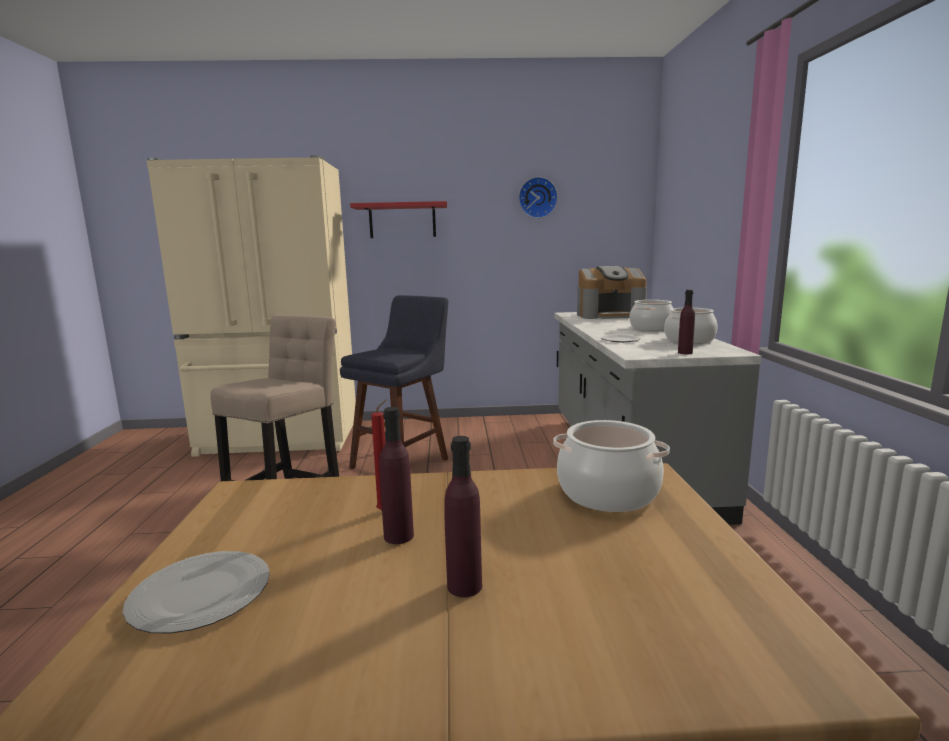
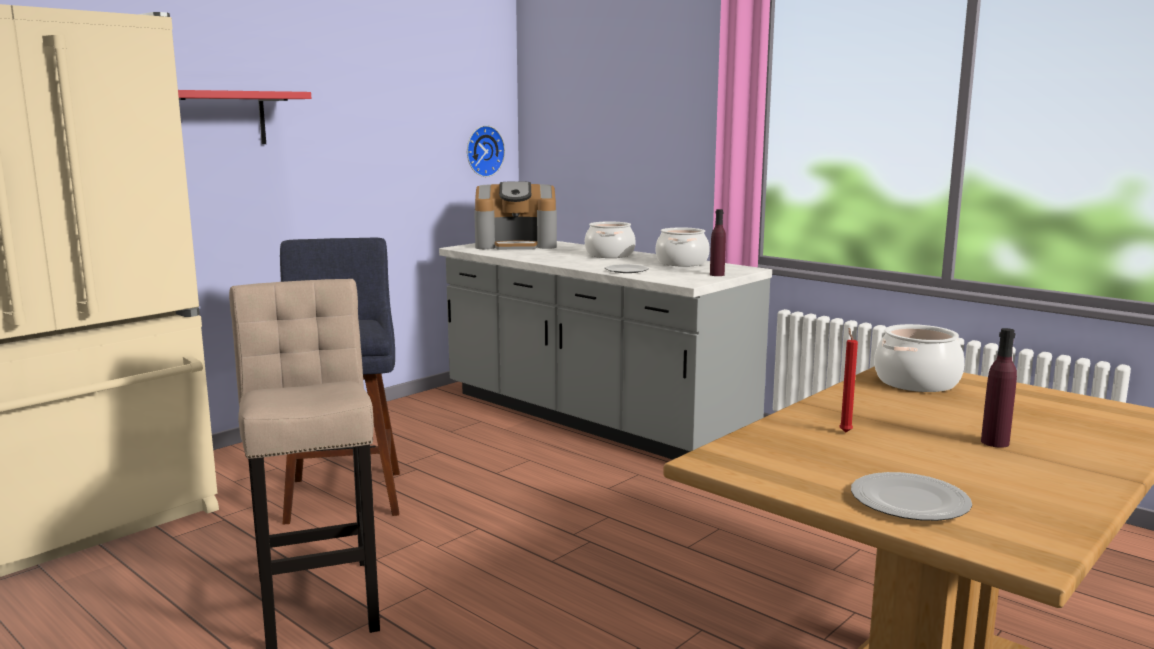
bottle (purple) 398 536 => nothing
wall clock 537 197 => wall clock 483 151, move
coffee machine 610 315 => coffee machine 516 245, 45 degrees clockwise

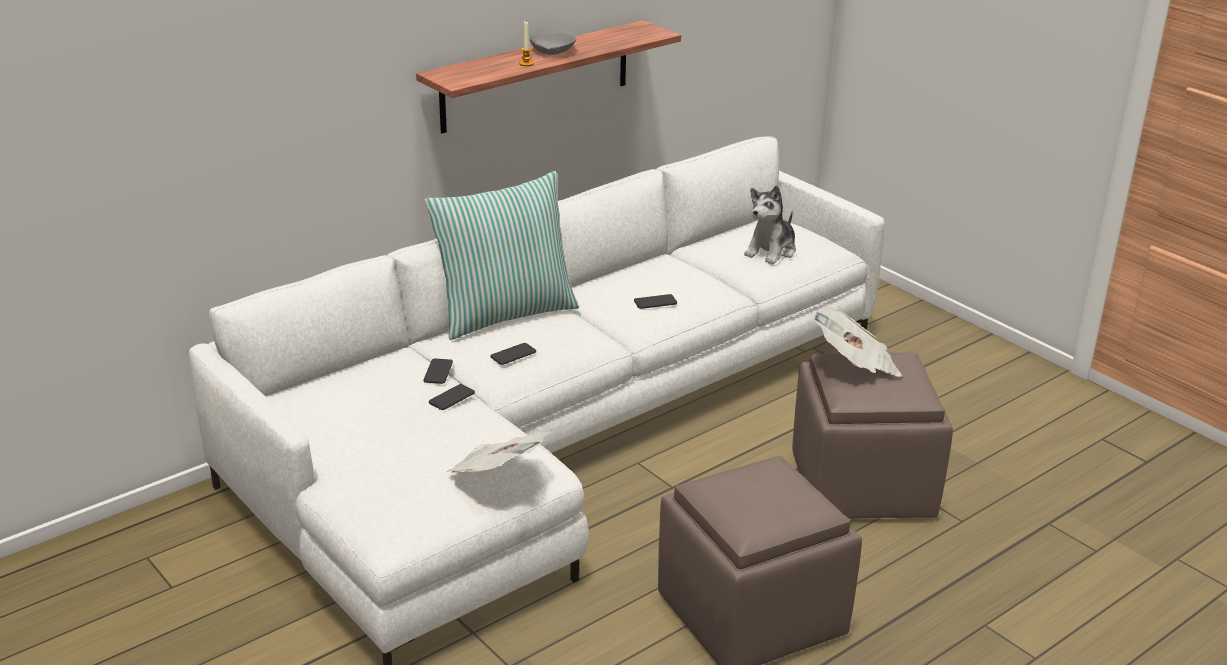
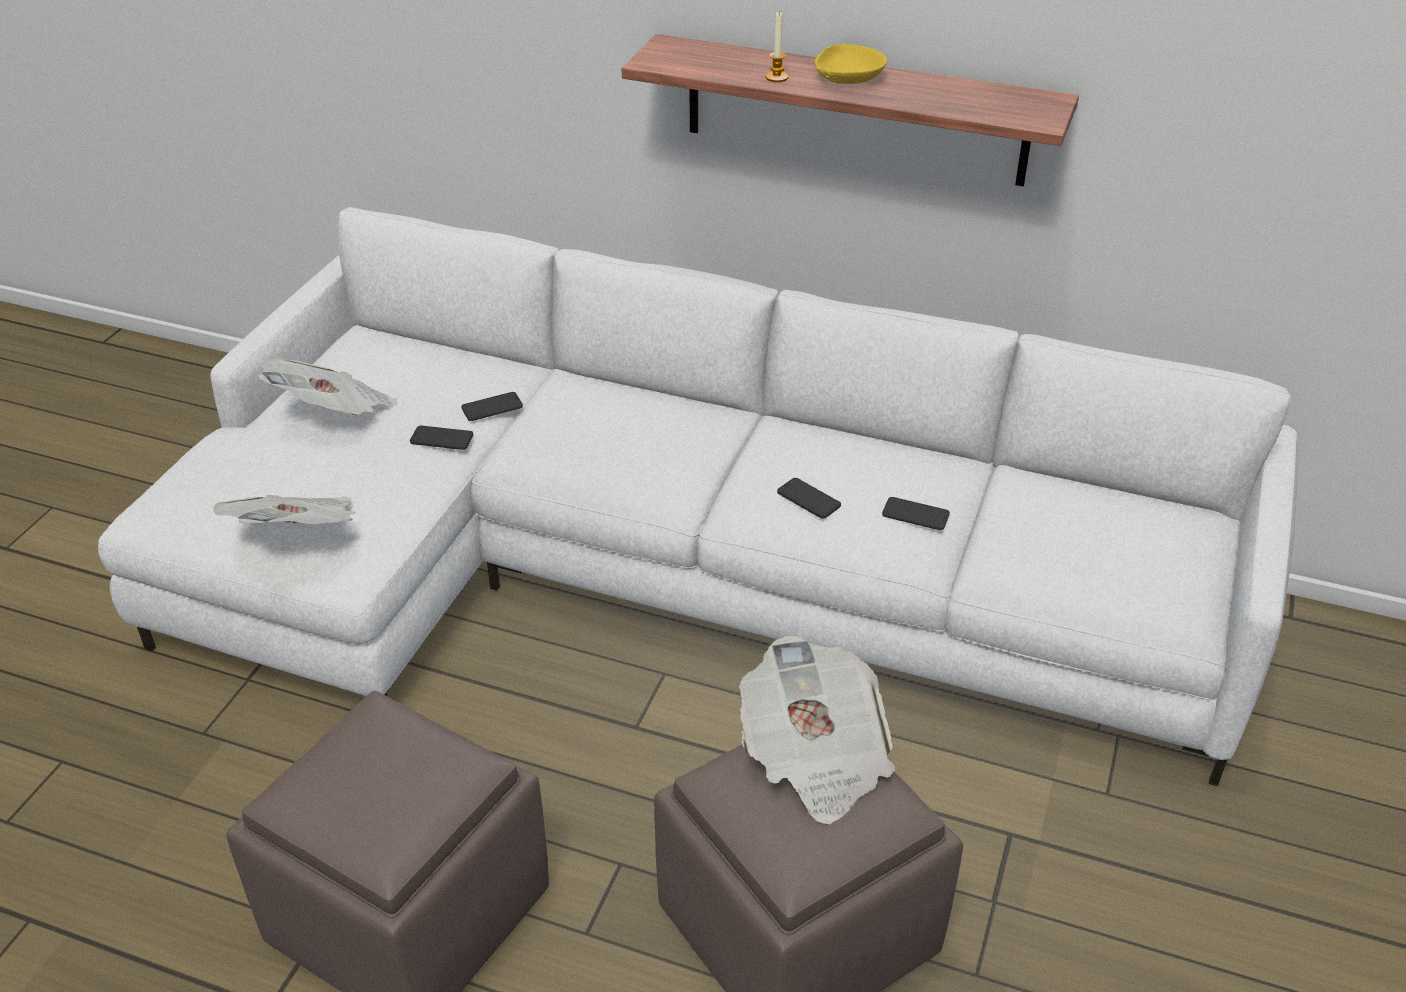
pillow 504 313 => nothing
plush toy 771 251 => nothing
nothing => newspaper 334 414
phone 513 354 => phone 915 514, move
bowl (grey) 552 51 => bowl (yellow) 848 78

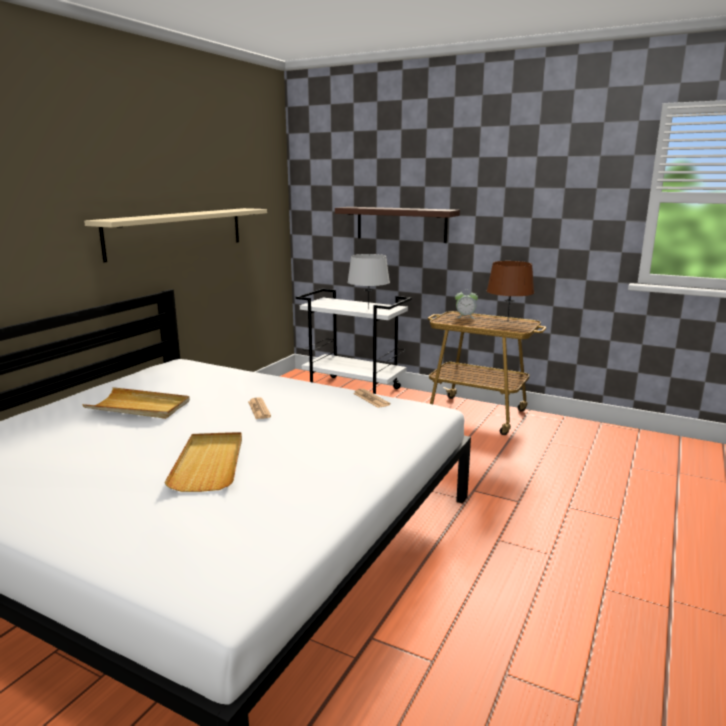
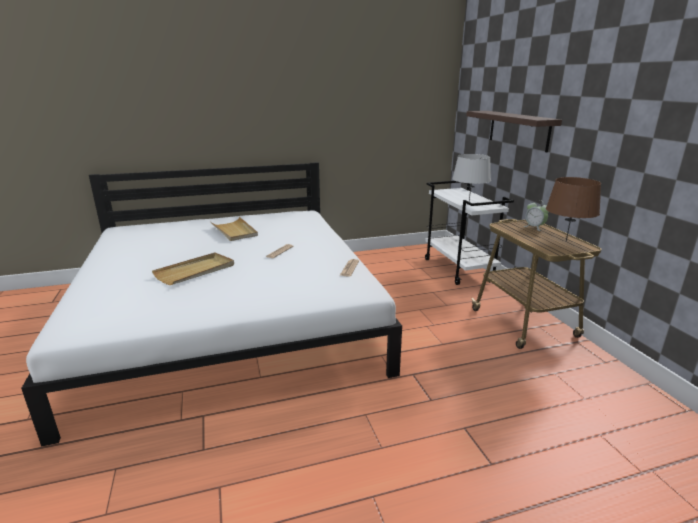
shelf (beige) 177 232 => nothing

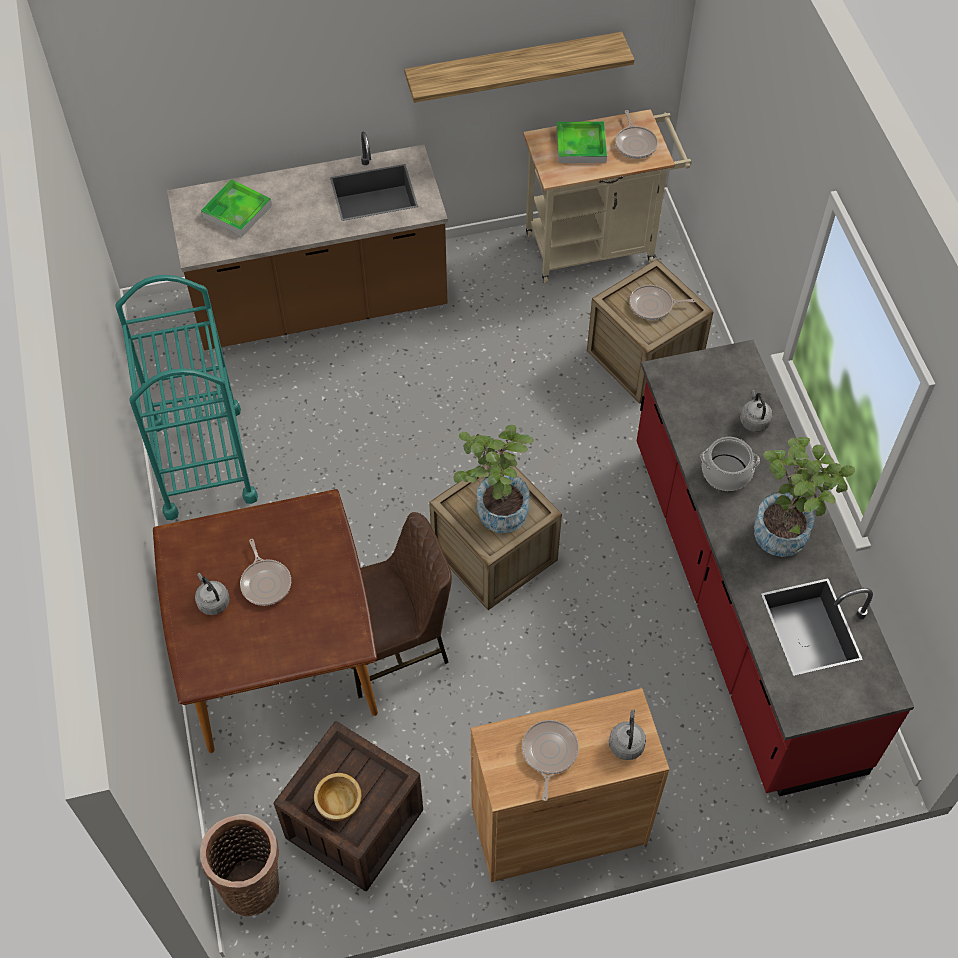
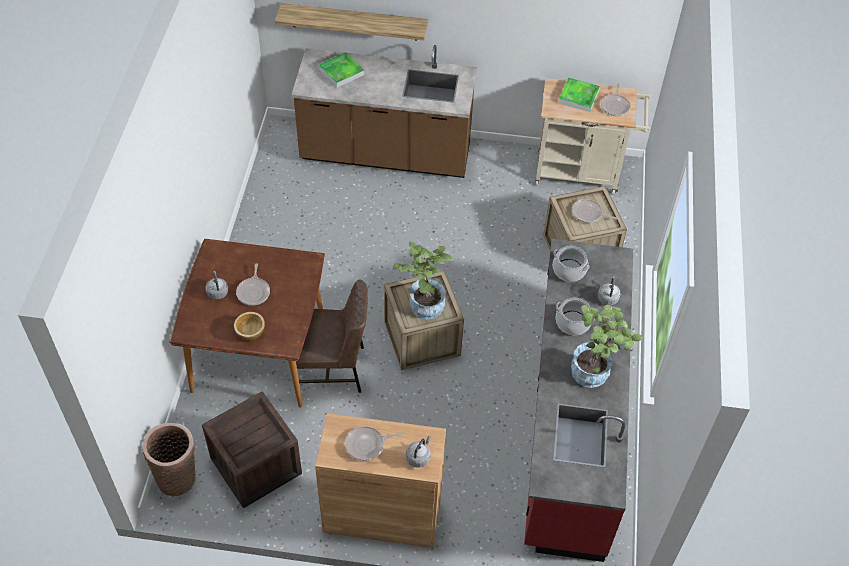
cart (turquoise) 203 461 => nothing
nothing => cooking pot 569 270
bowl 339 803 => bowl 250 332, move
shelf 513 66 => shelf 354 22, move
frying pan 549 753 => frying pan 367 445, 135 degrees counterclockwise

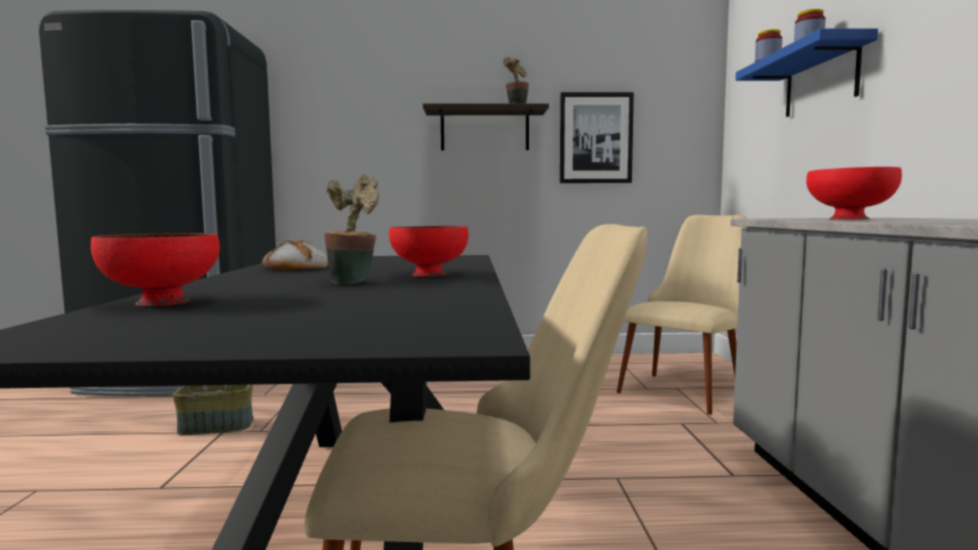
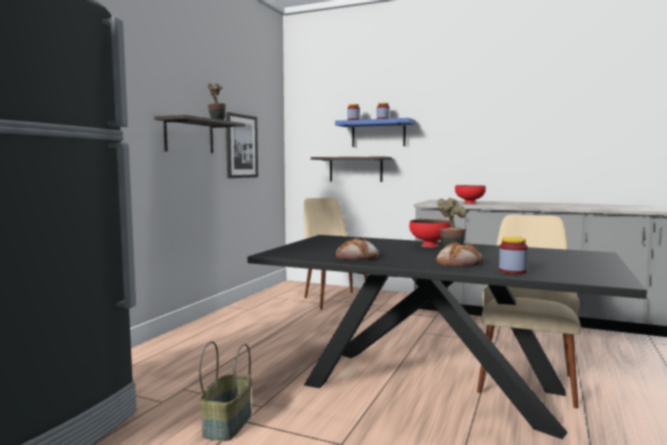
nothing => shelf 355 169
nothing => bread 459 262
bowl (red) 161 302 => jar 512 271

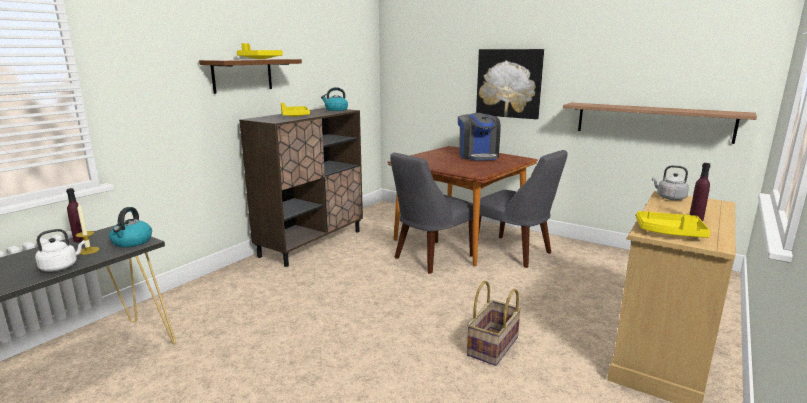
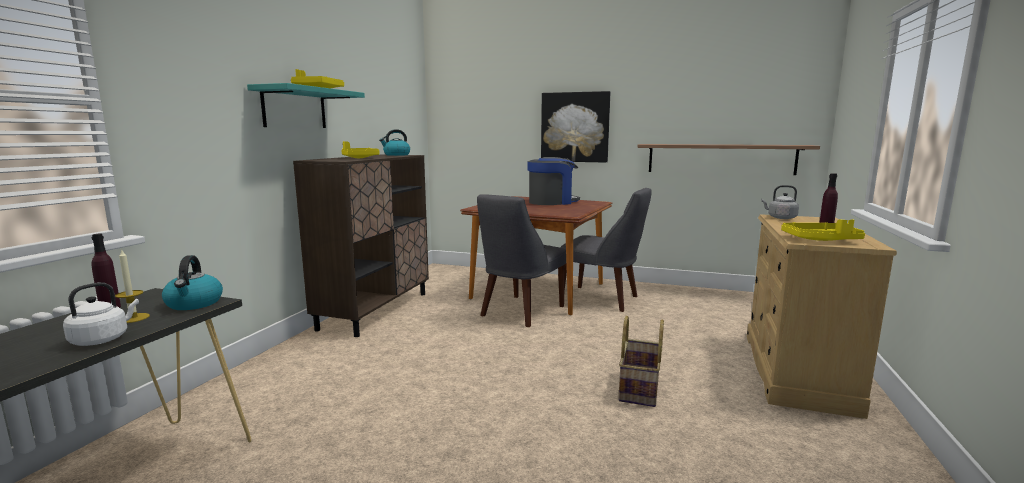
shelf (brown) 242 75 => shelf (turquoise) 294 108
coffee machine 478 156 => coffee machine 552 202, 90 degrees counterclockwise

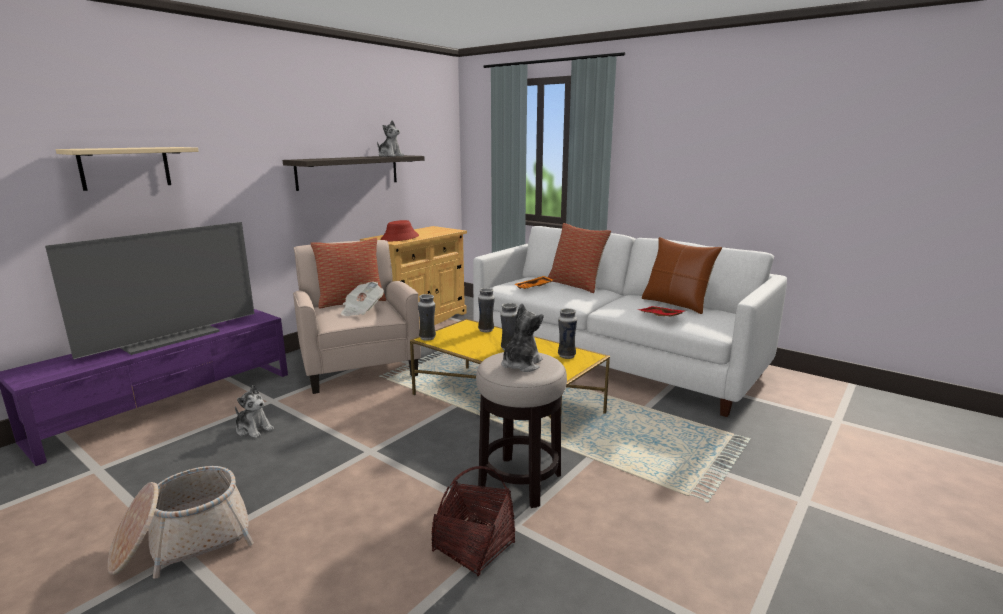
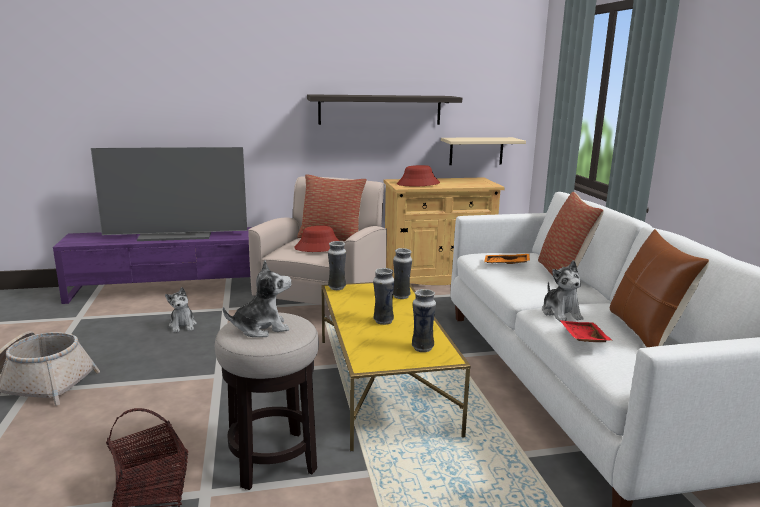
shelf (beige) 125 168 => shelf (beige) 476 151, move
plush toy 390 156 => plush toy 561 313, move
newspaper 361 310 => hat (red) 318 247

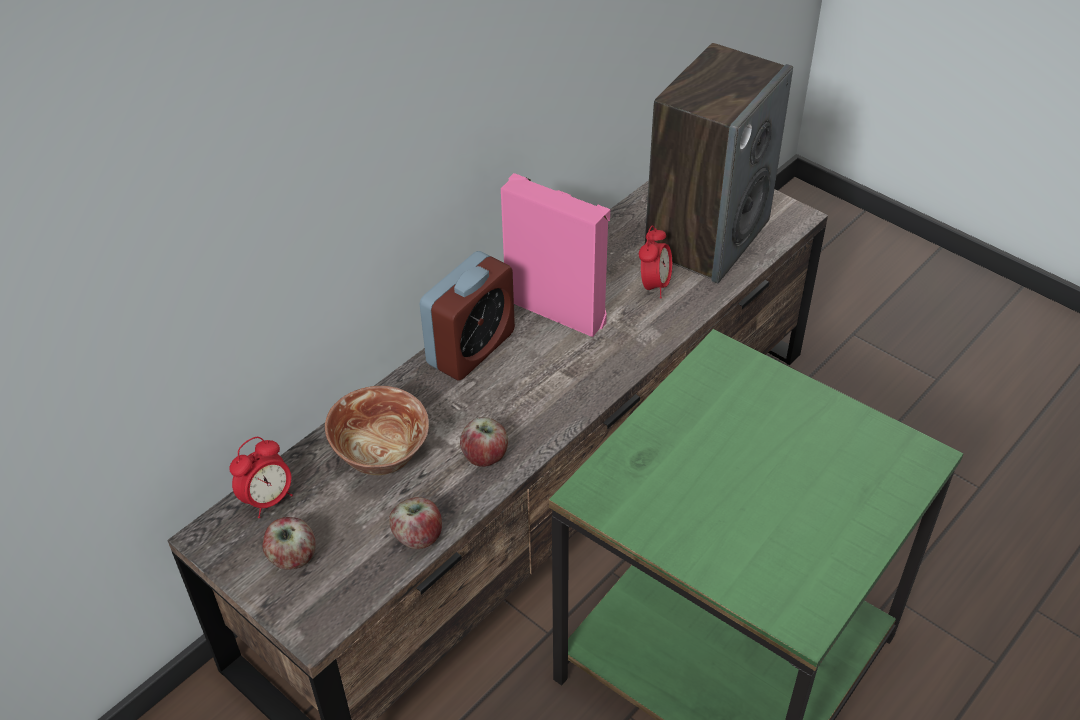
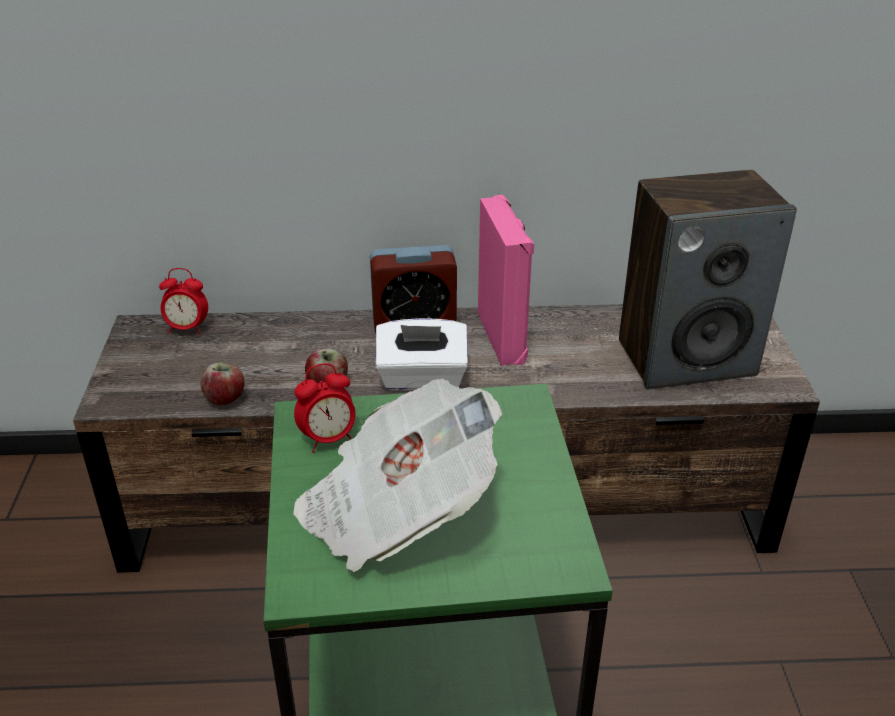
apple 292 558 => nothing
bowl 382 457 => nothing
nothing => newspaper 396 510
nothing => tissue box (white) 422 378
alarm clock 654 285 => alarm clock 328 439, move

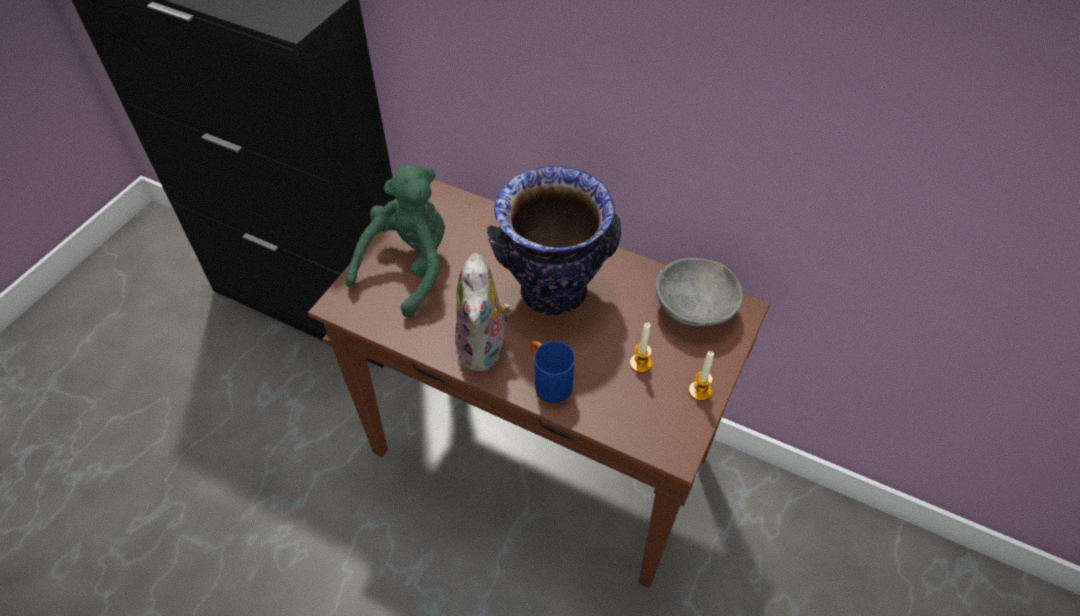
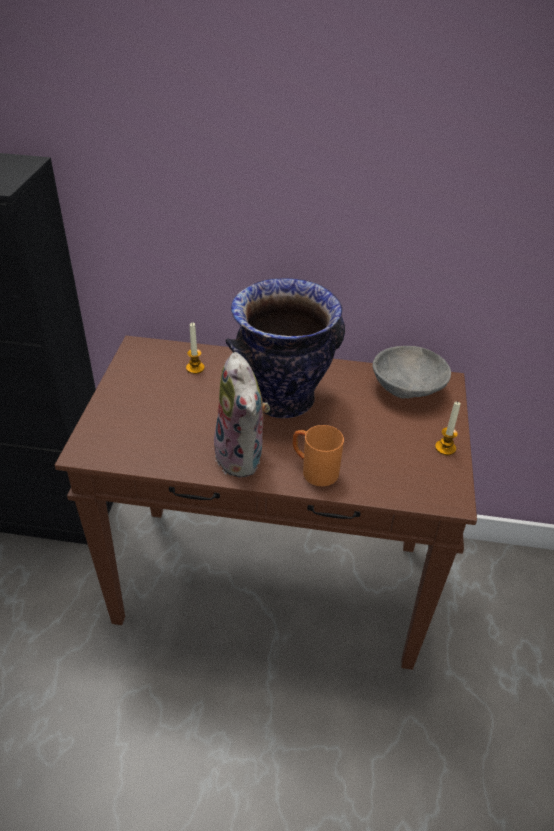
plush toy (green) 409 267 => nothing
candle 640 363 => candle 195 368, move
mug (blue) 548 382 => mug (orange) 314 470

